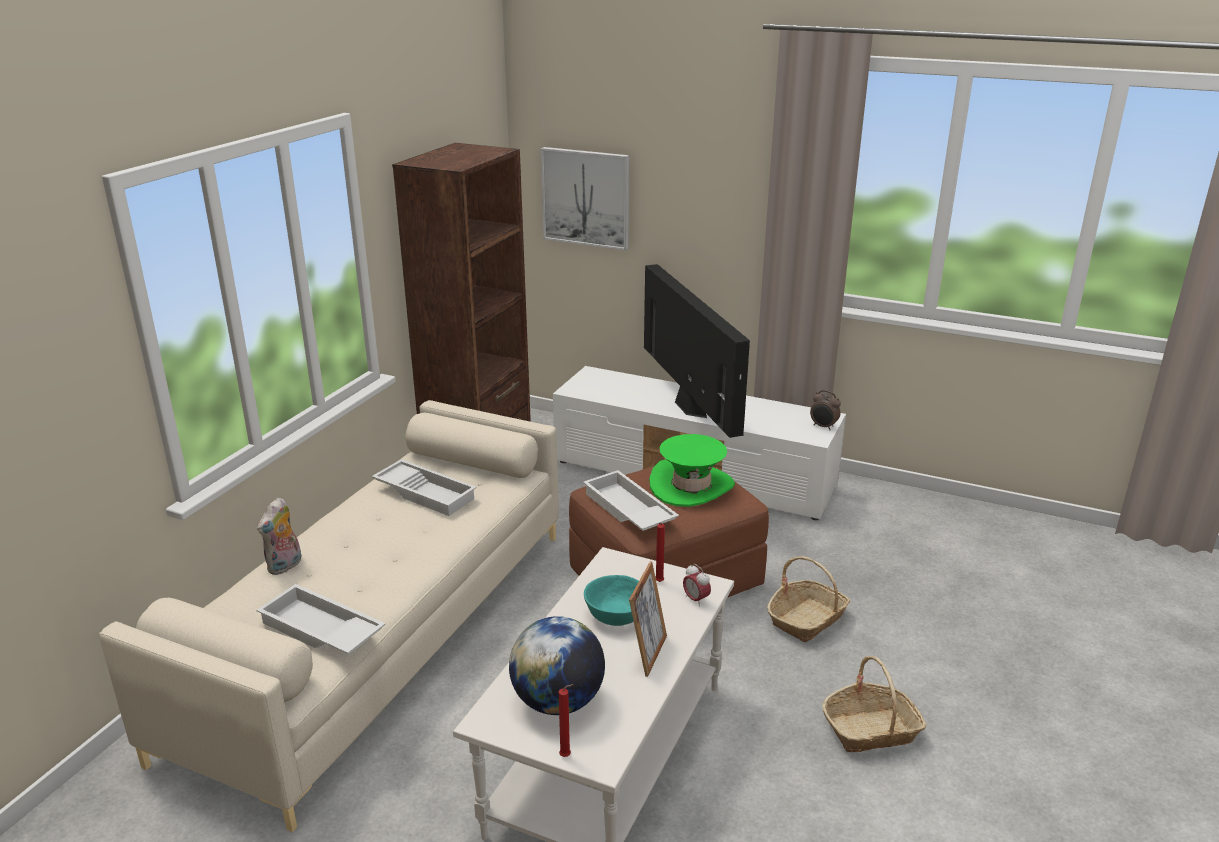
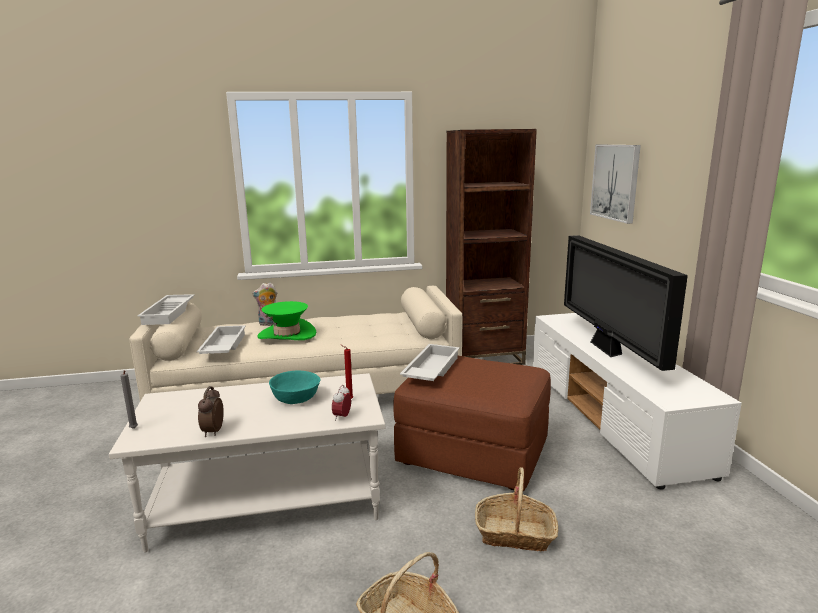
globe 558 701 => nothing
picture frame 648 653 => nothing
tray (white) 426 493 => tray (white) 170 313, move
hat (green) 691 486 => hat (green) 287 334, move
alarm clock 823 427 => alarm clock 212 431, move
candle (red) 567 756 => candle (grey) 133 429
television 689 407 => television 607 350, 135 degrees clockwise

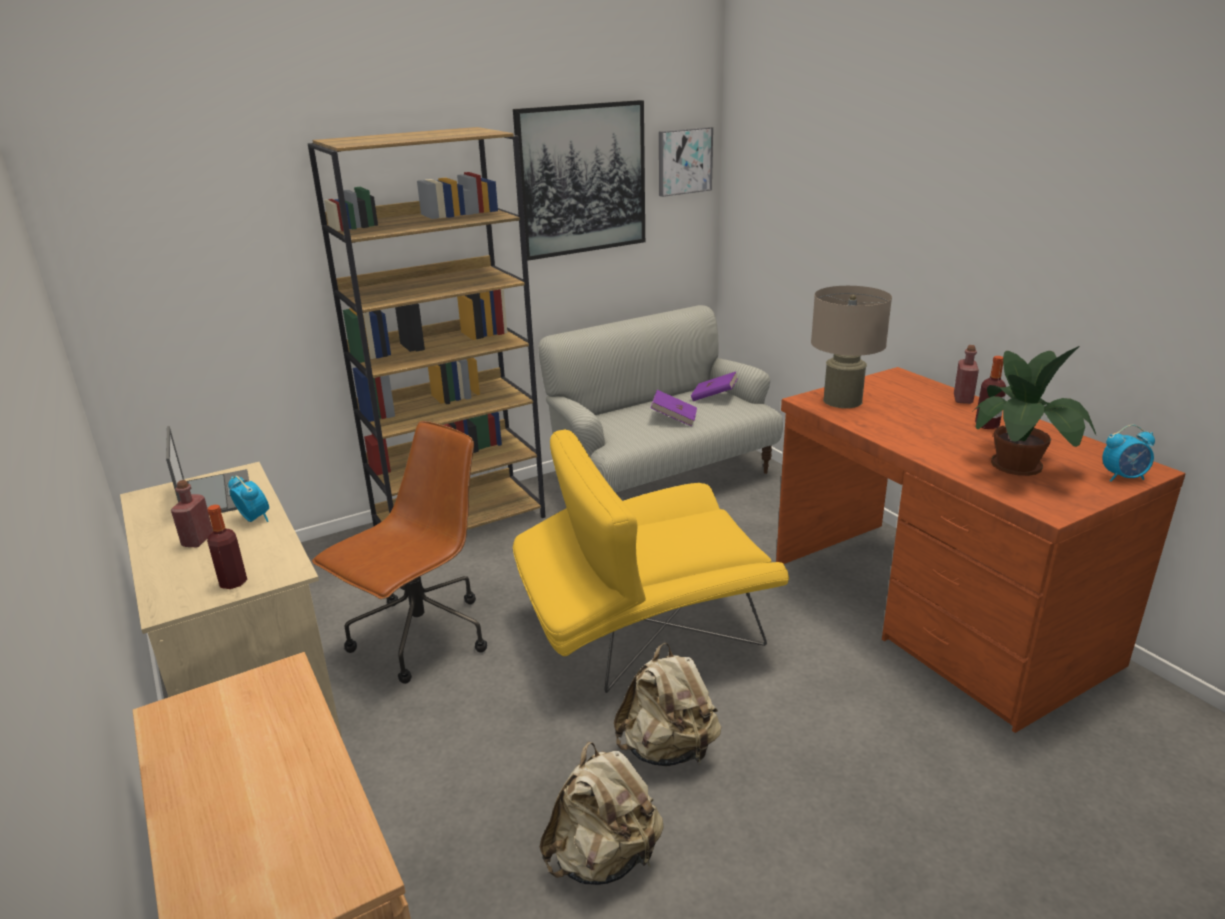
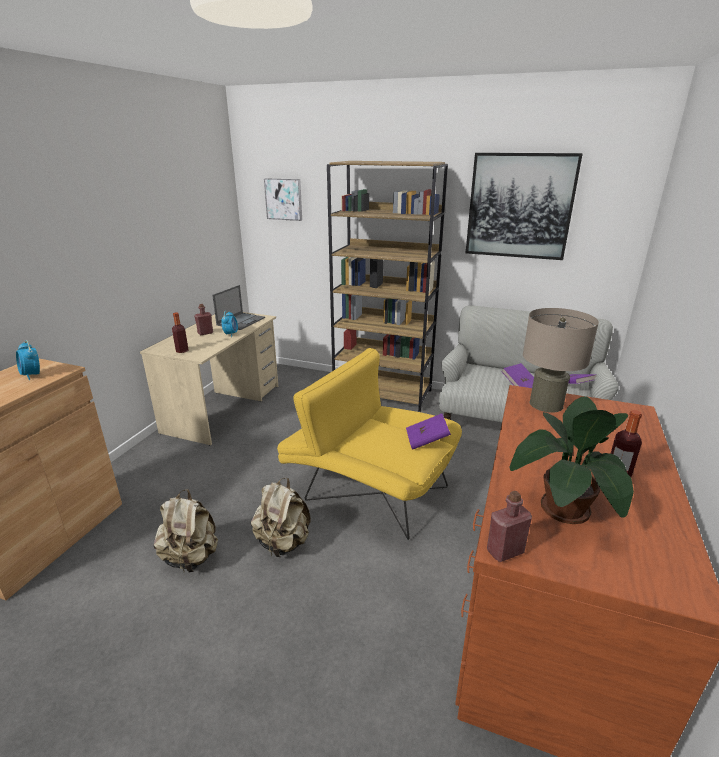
office chair (brown) 419 638 => nothing
nothing => book (purple) 427 440
picture 684 161 => picture 284 199, move
bottle (red) 963 399 => bottle (red) 505 551, move
alarm clock 1123 477 => alarm clock 32 375, move

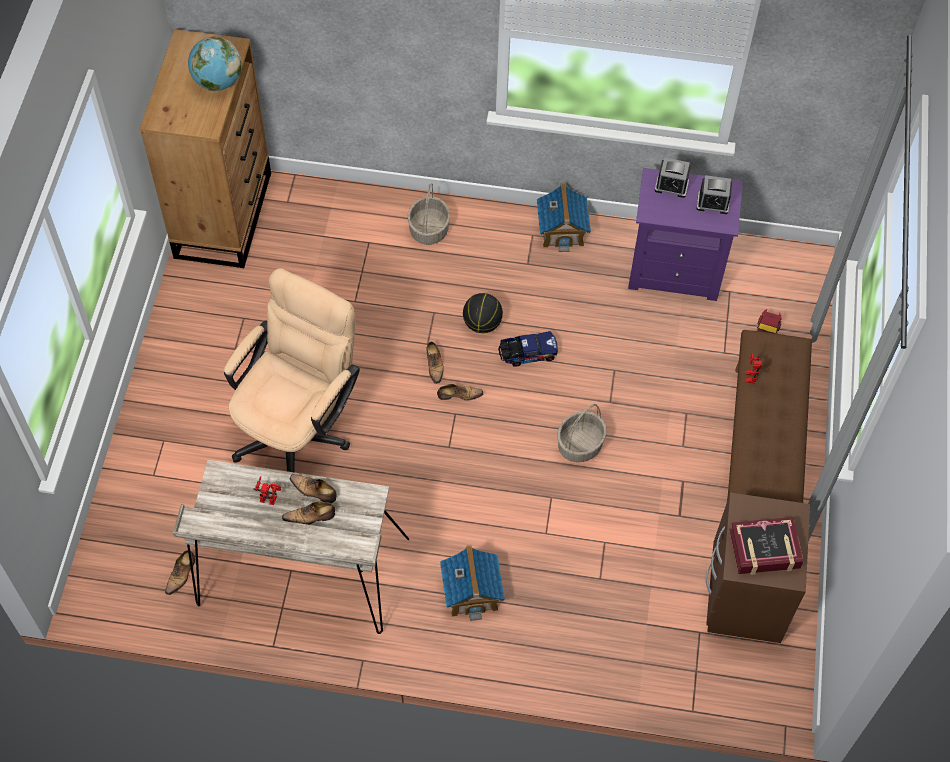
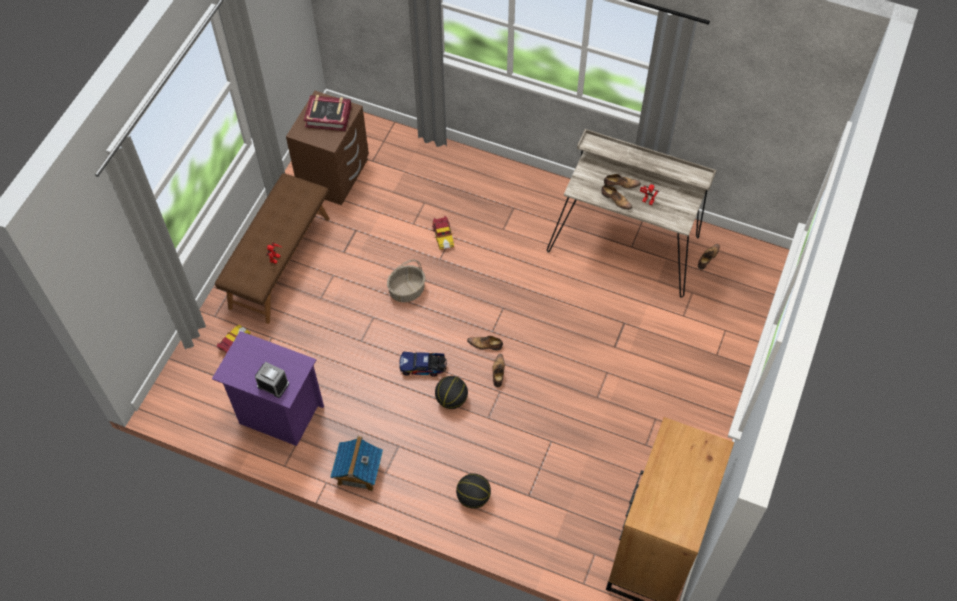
globe 218 82 => nothing
office chair (beige) 299 428 => nothing
toy house 472 592 => nothing
alarm clock 713 203 => nothing
nothing => toy car 443 236
basket 428 229 => basketball 473 497

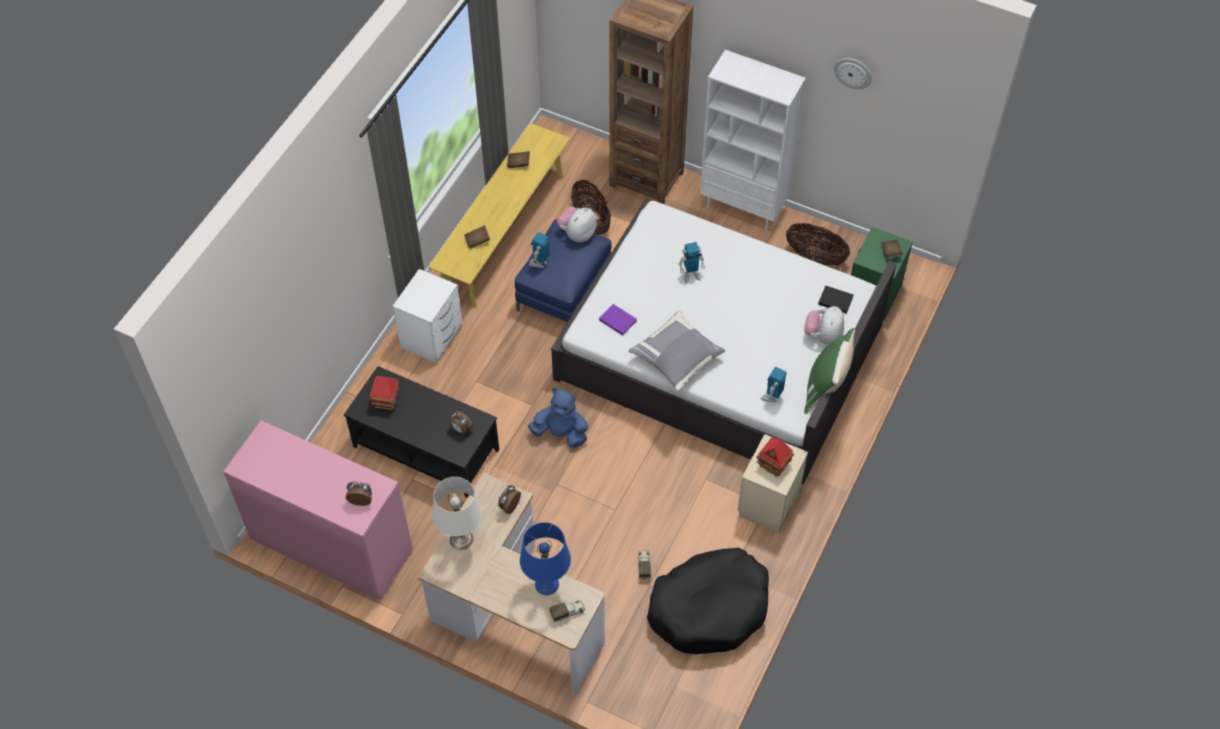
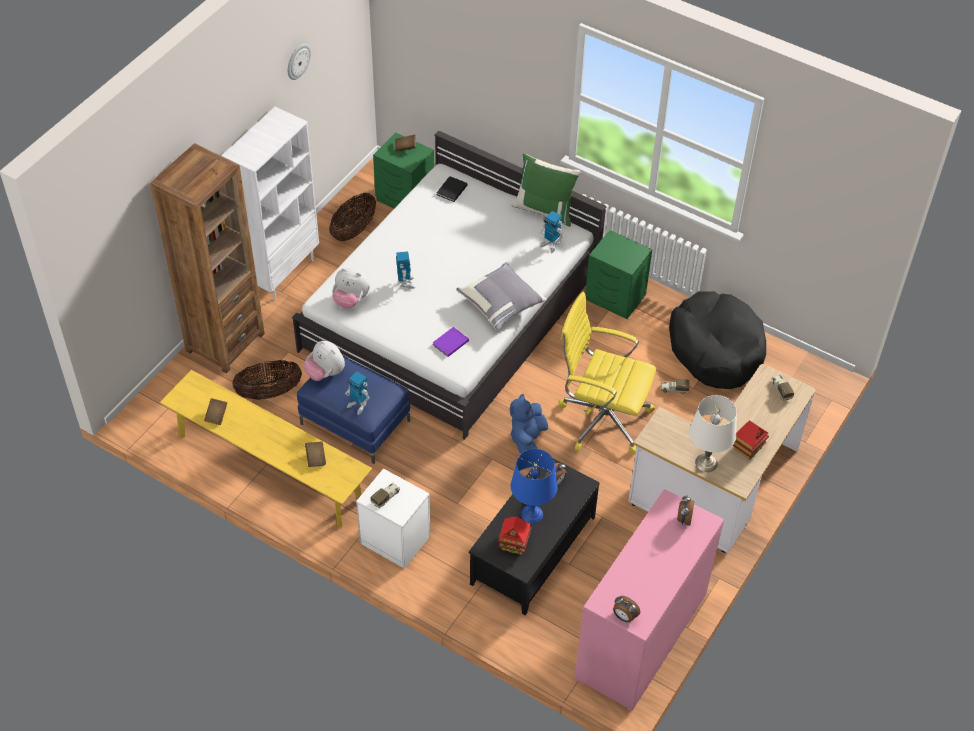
nothing => toy truck 386 497
nothing => office chair (yellow) 602 418
alarm clock 509 506 => alarm clock 624 617, move
table lamp (blue) 547 583 => table lamp (blue) 531 514, move
toy house 773 465 => toy house 747 448, move
plush toy 823 336 => plush toy 351 300, move
nightstand (beige) 767 503 => nightstand (green) 616 298

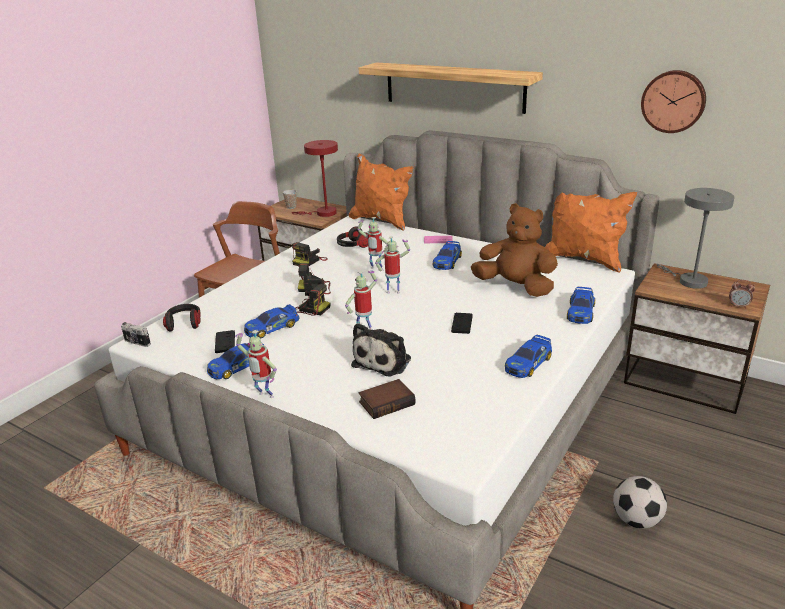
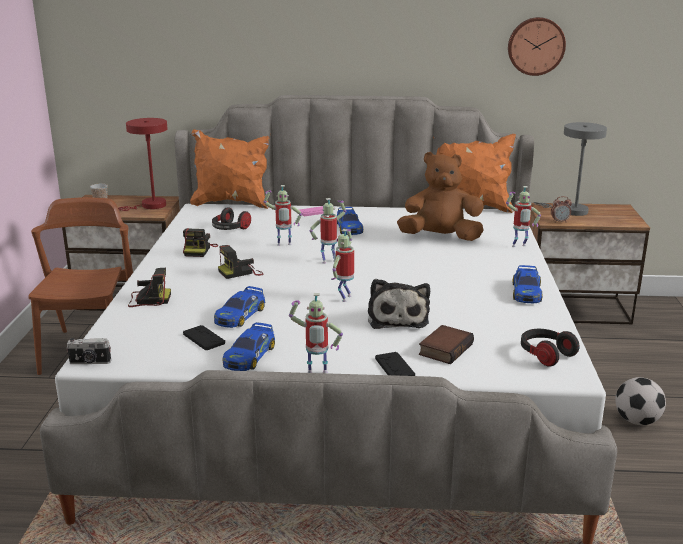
shelf 453 87 => nothing
headphones 184 324 => headphones 545 355, move
photo camera 311 308 => photo camera 148 299, move
game controller (black) 462 324 => game controller (black) 394 367, move
alarm clock 738 306 => alarm clock 560 221, move
toy car 580 312 => toy robot 519 246

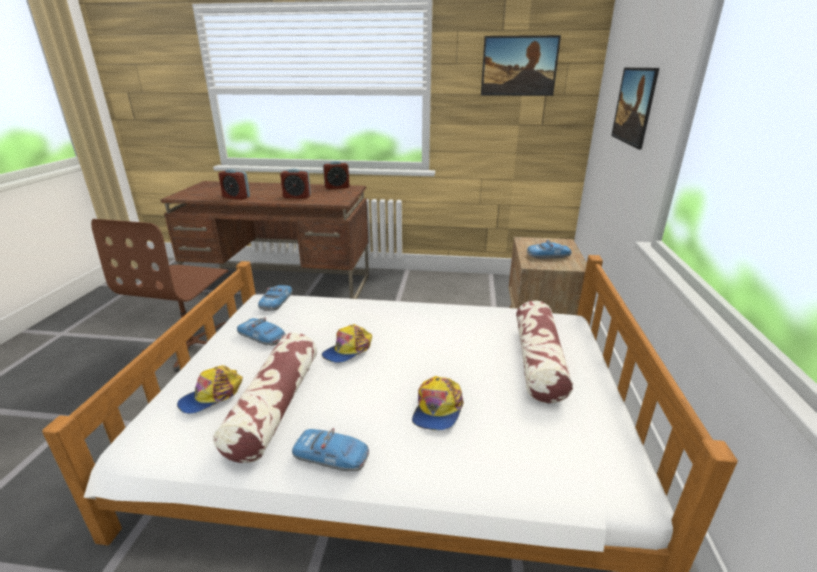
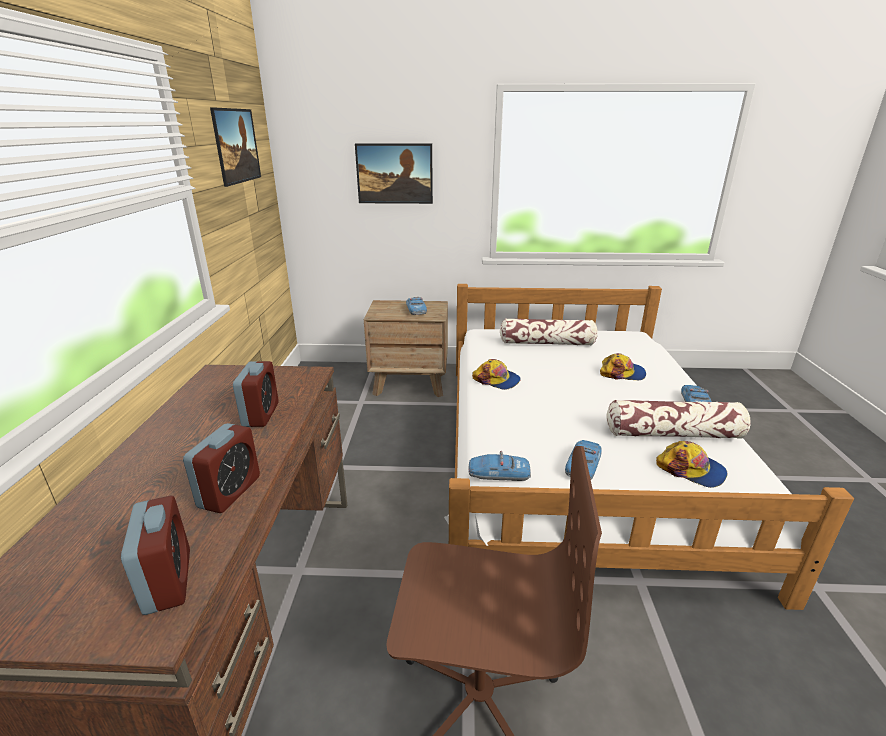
cap 348 350 => cap 497 380, move
alarm clock 337 187 => alarm clock 168 581, move

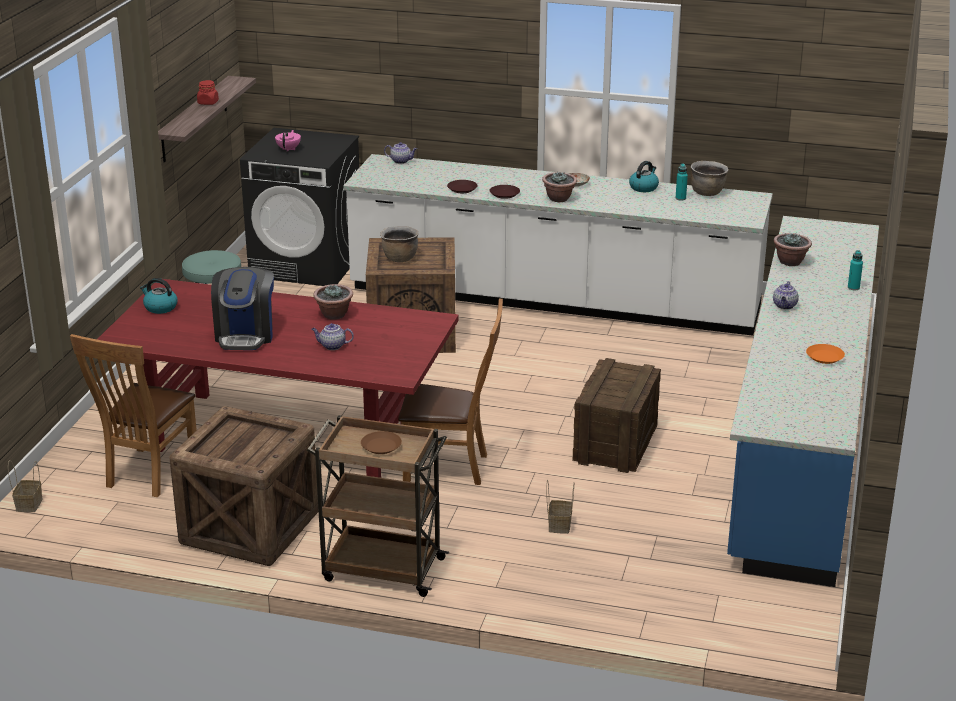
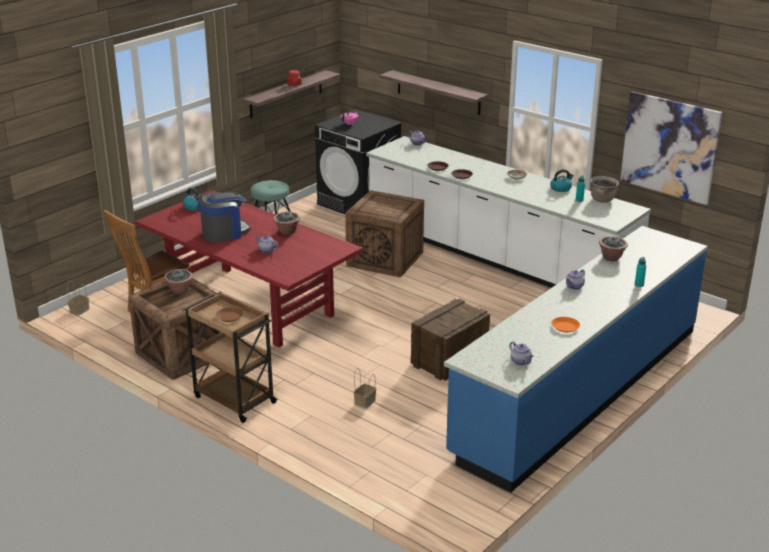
cooking pot (brown) 399 258 => nothing
chair (brown) 451 467 => nothing
nothing => shelf 438 92
nothing => teapot 521 361
nothing => picture 670 147
potted plant 559 199 => potted plant 180 291, move
coffee machine 245 335 => coffee machine 224 233, 150 degrees counterclockwise

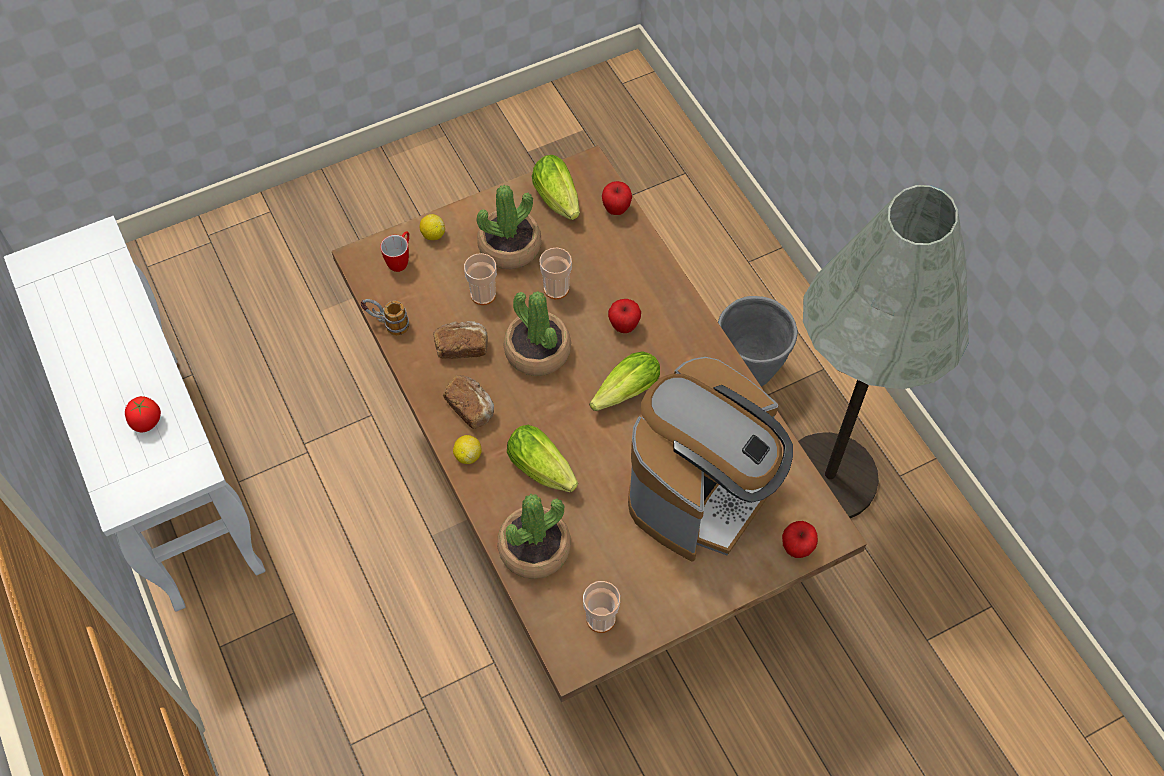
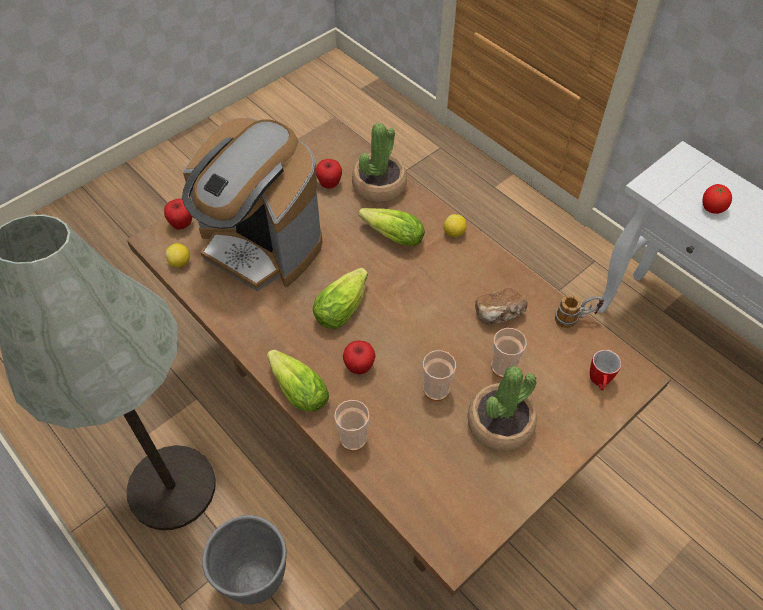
bread 471 407 => nothing
potted plant 537 351 => nothing
lemon 433 235 => lemon 180 262, move
lettuce 559 201 => lettuce 296 387, move
cup 600 619 => cup 353 438, move
apple 616 209 => apple 329 184, move
coffee machine 701 493 => coffee machine 261 246, 75 degrees counterclockwise

